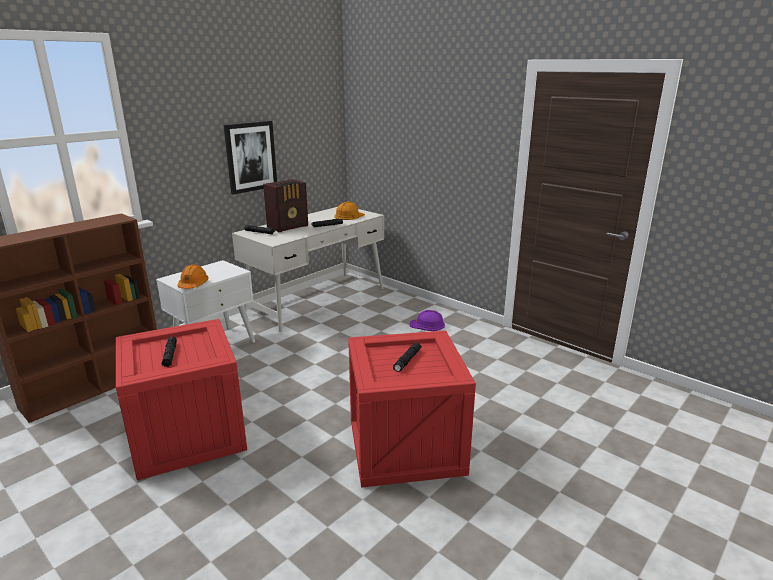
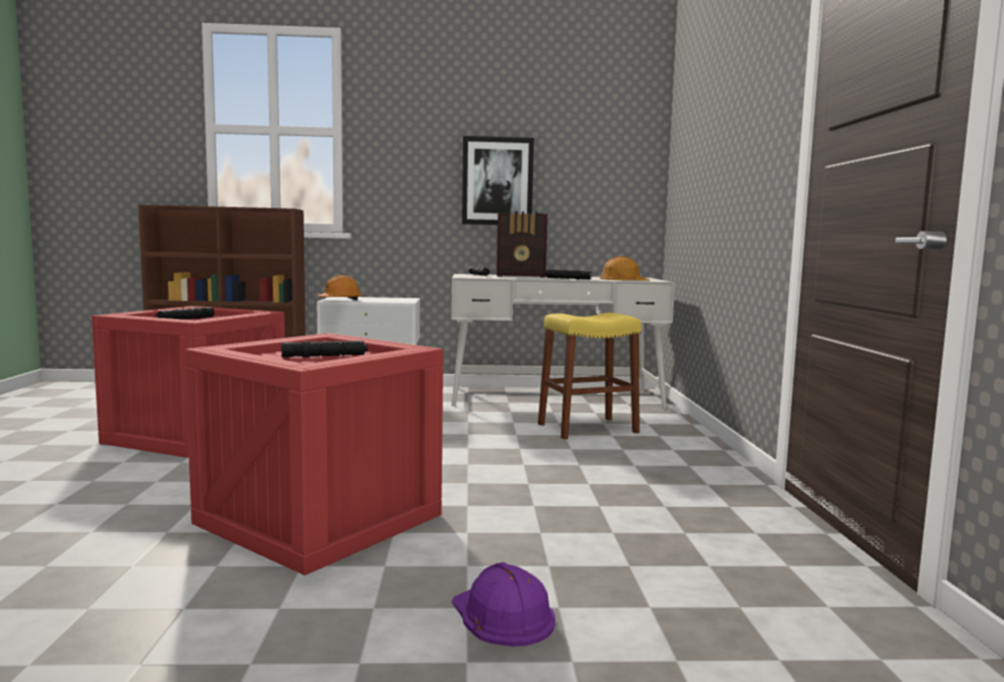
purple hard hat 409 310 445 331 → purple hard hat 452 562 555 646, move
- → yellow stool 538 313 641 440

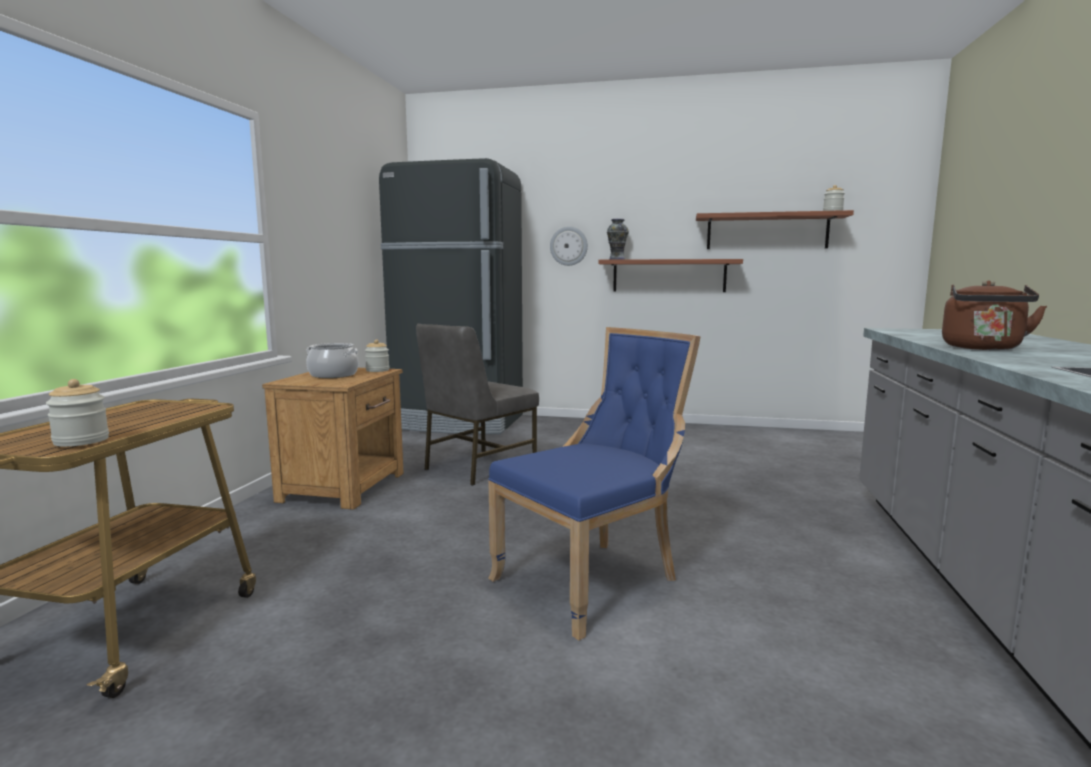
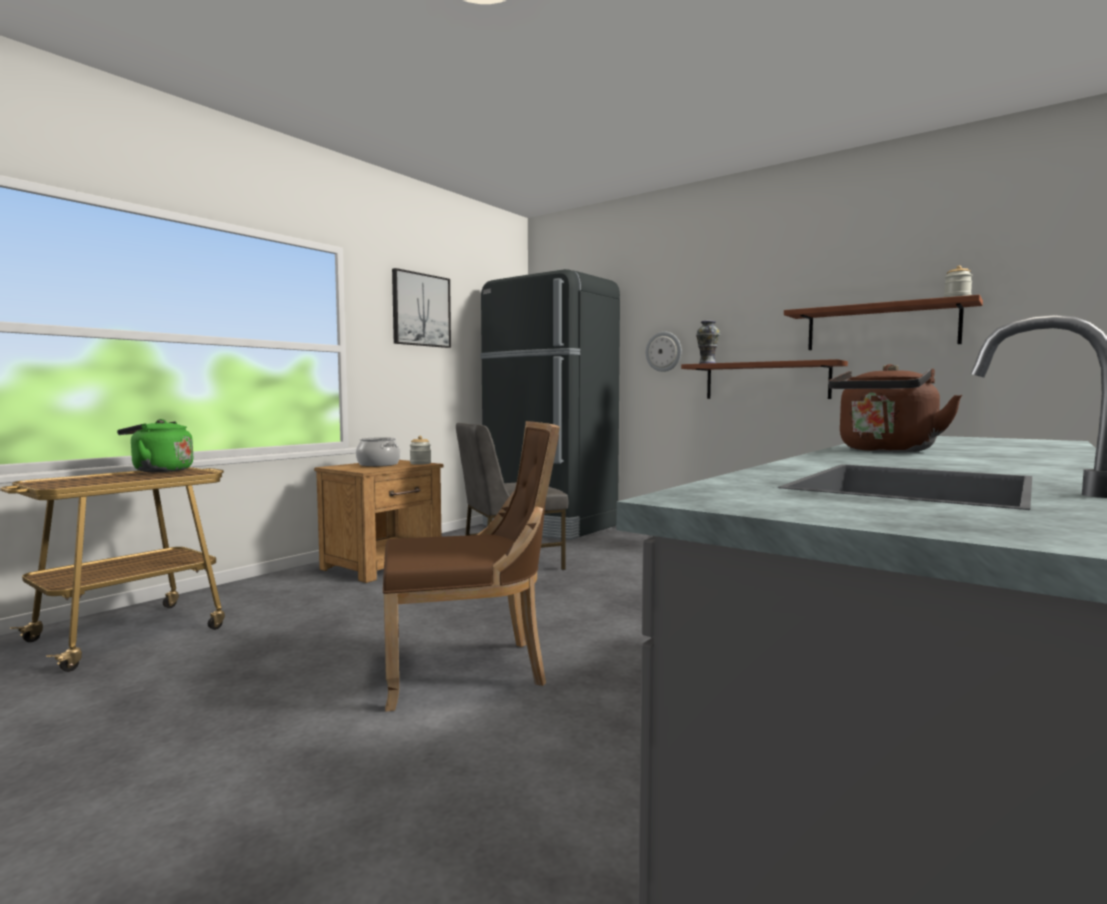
blue chair 488 327 701 640 → brown chair 383 421 560 712
jar 46 379 109 447 → -
- → picture 392 268 451 348
- → green kettle 117 419 193 472

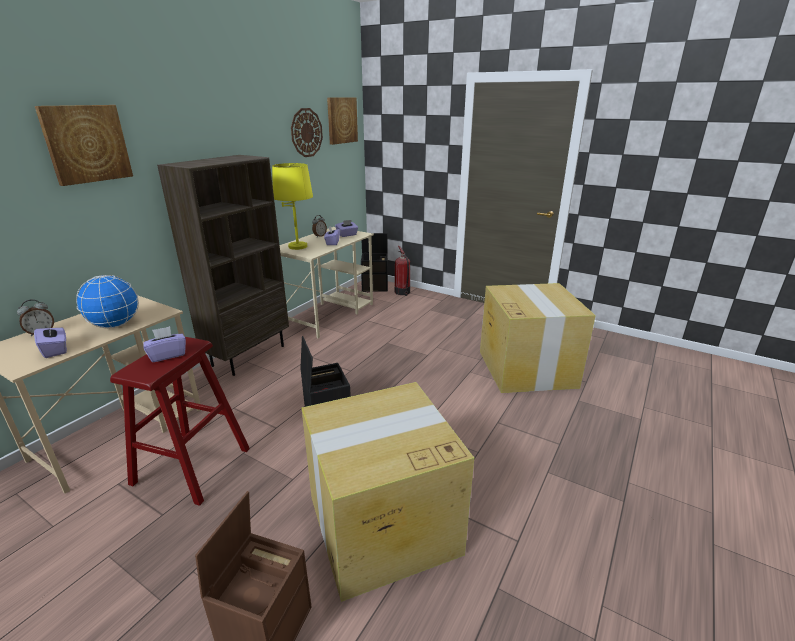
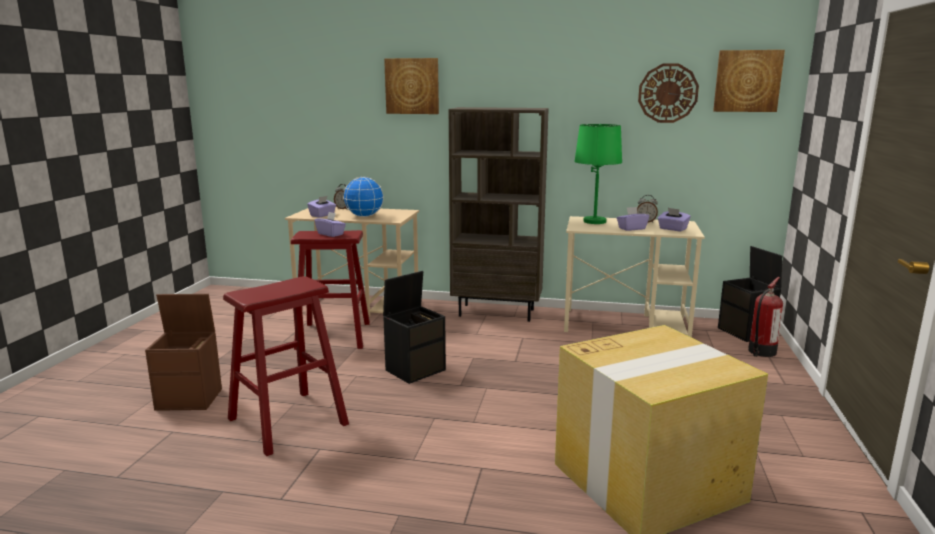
yellow table lamp 272 163 313 250 → green table lamp 574 124 622 224
cardboard box 301 382 474 602 → red stool 223 276 349 456

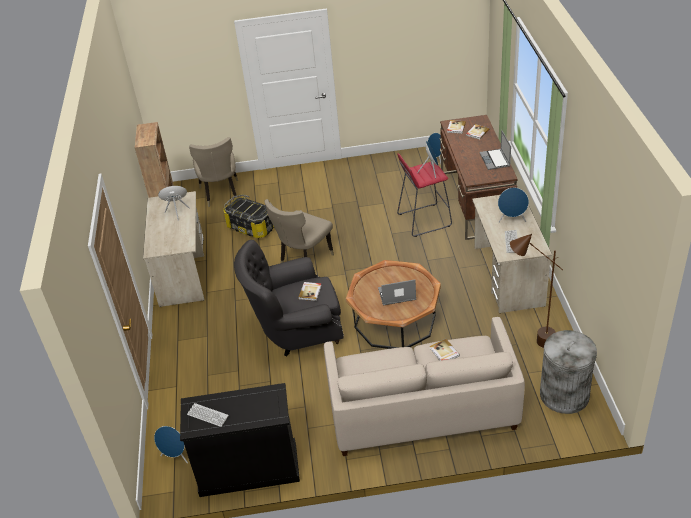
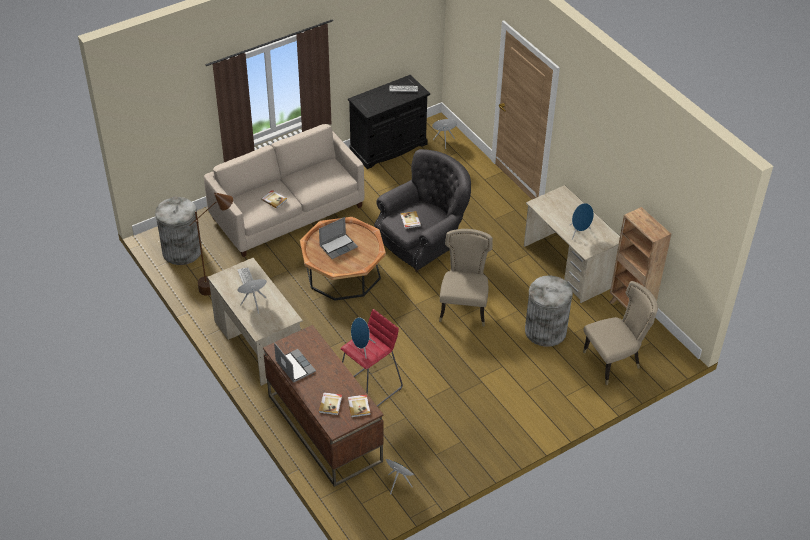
beige chair 189 137 238 207 → beige chair 583 281 658 385, 105 degrees clockwise
storage box 223 194 274 238 → grey trash can 525 276 573 347

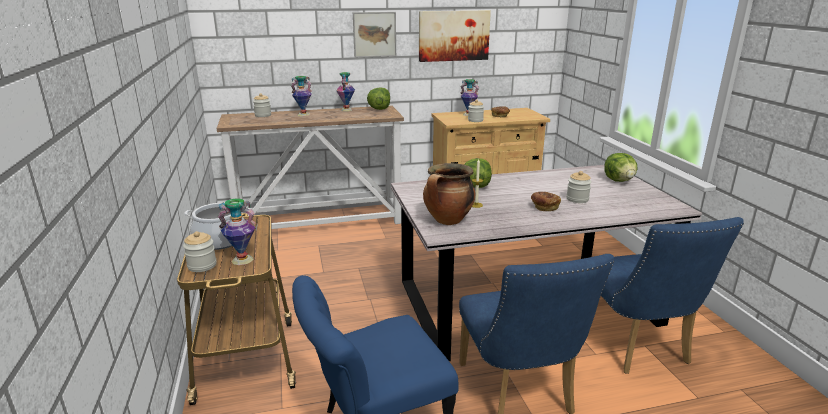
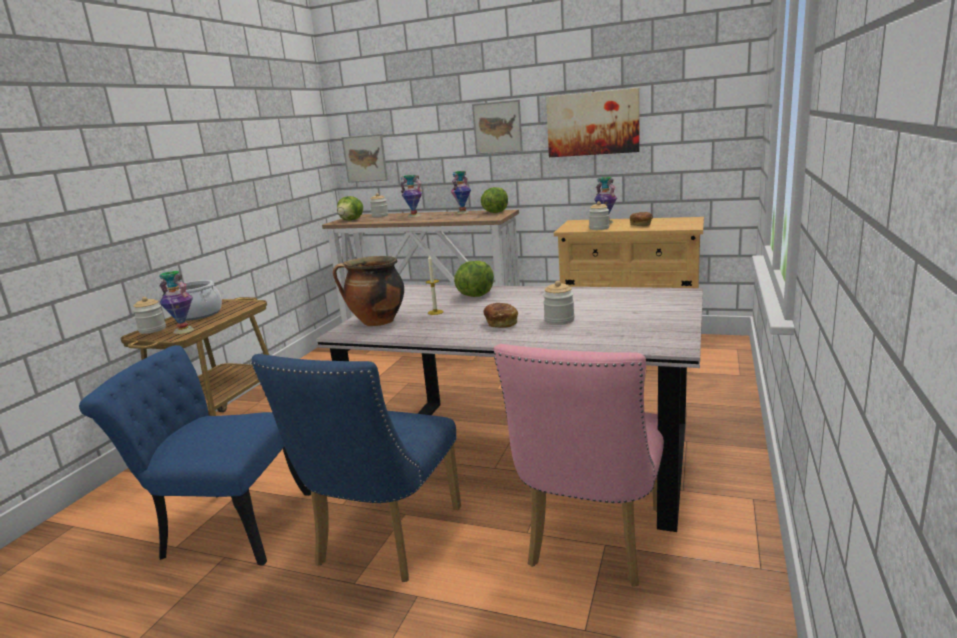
lettuce 604 153 637 182 → lettuce 337 196 363 220, move
blue chair 601 217 744 374 → pink chair 494 344 664 587
- → picture 342 134 388 183

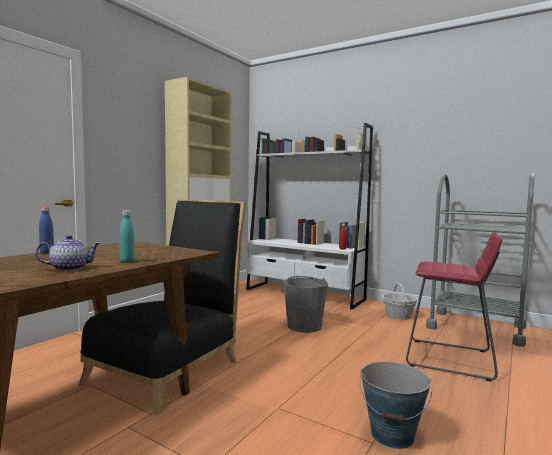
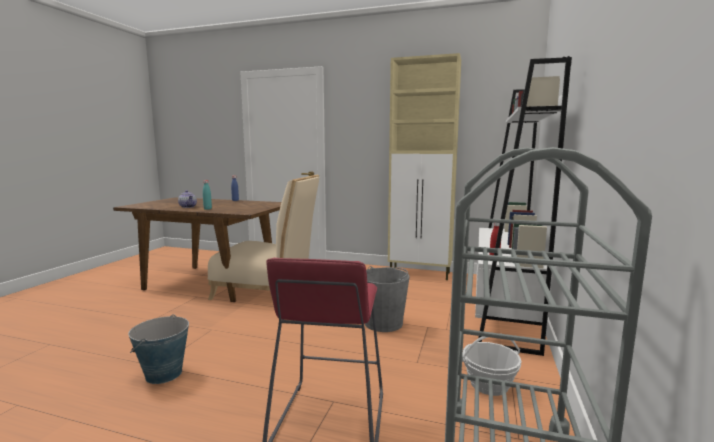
black chair 78 199 246 415 → beige chair 208 175 319 300

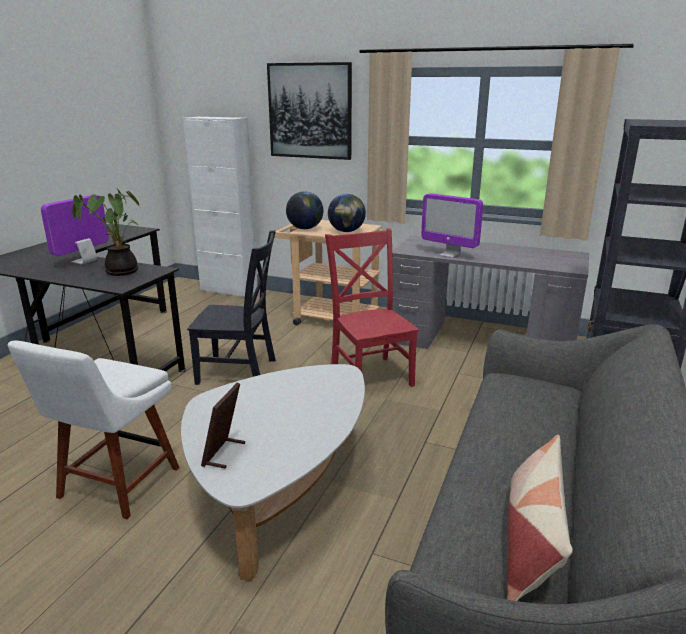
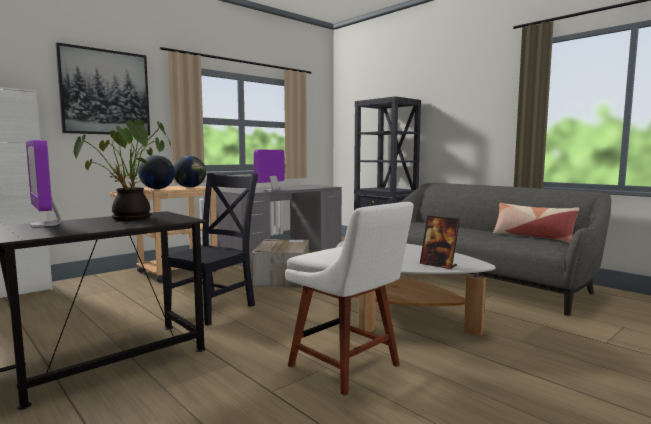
monitor 421 193 483 258 → monitor 254 150 285 191, 150 degrees clockwise
red chair 325 228 419 387 → cardboard box 251 239 309 288

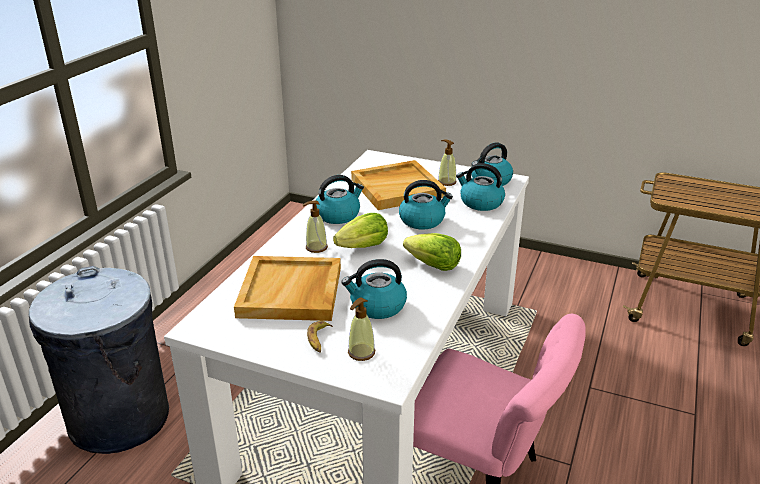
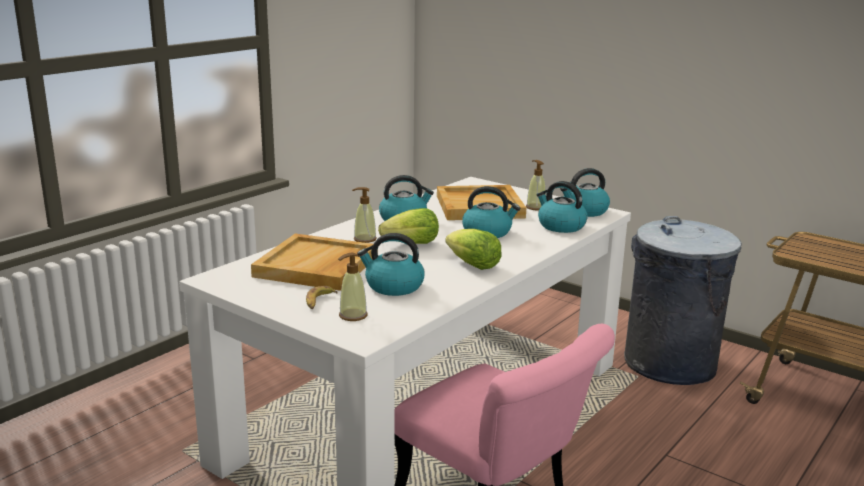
grey trash can 29 266 169 454 → grey trash can 624 216 742 385, move

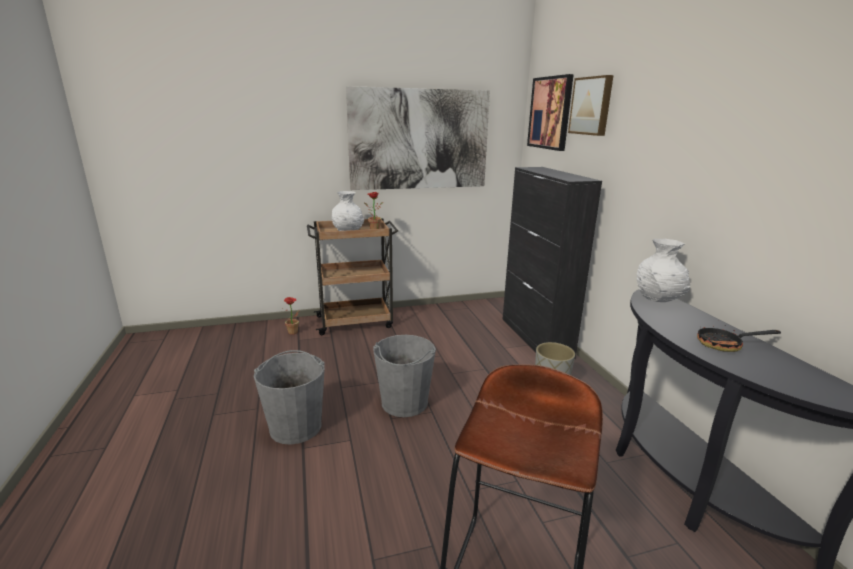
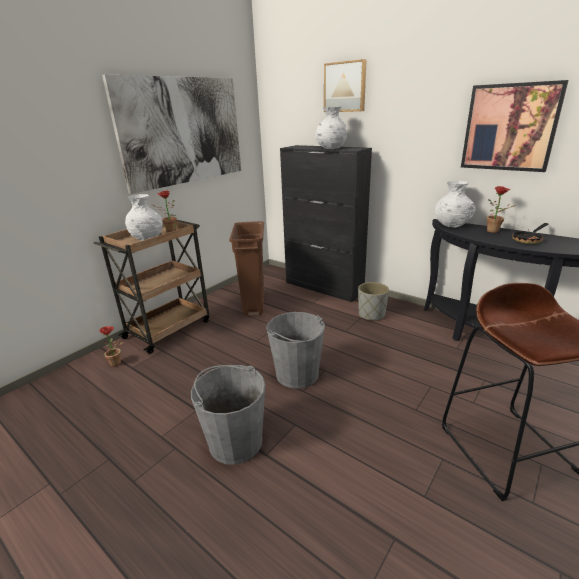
picture 527 74 574 151 → picture 461 80 569 172, move
- → white vase 315 107 347 149
- → potted plant 486 186 516 233
- → brown trash can 229 221 264 316

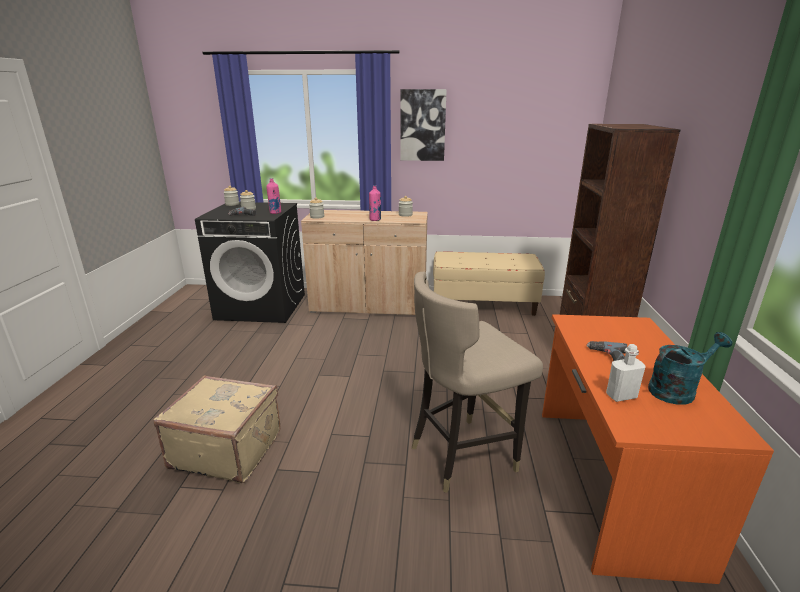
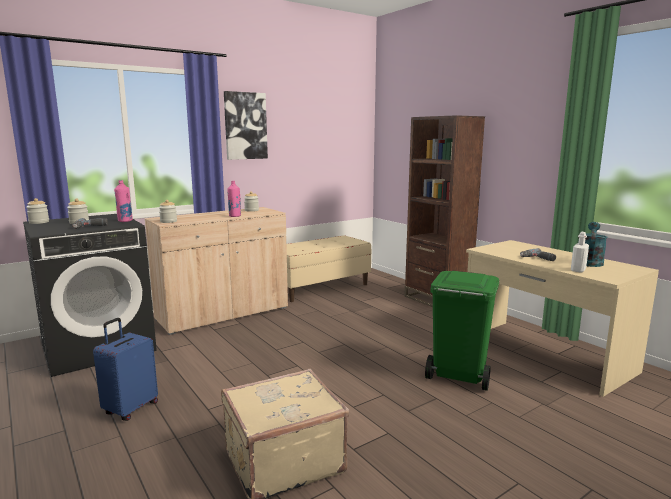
beige stool 412 272 543 493 → green trash can 425 271 499 391
orange desk 542 314 774 584 → beige desk 466 240 659 397
- → blue suitcase 93 318 158 421

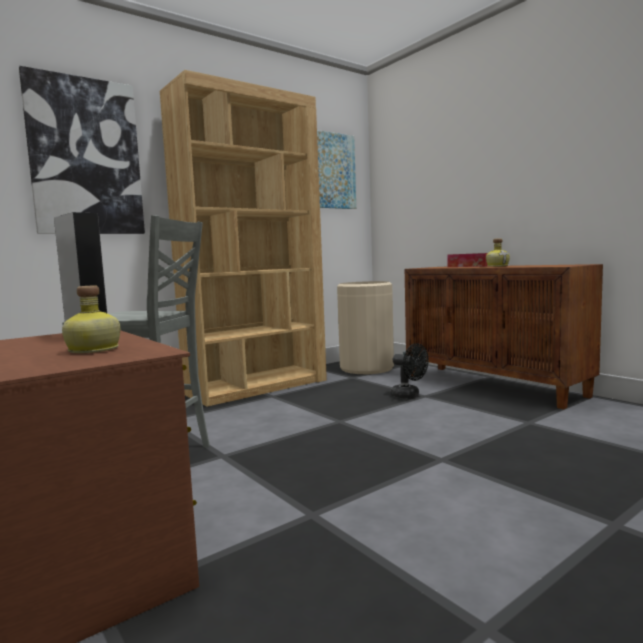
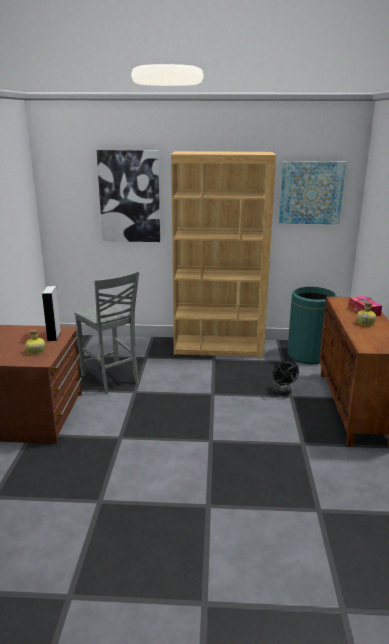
beige trash can 337 281 394 374 → green trash can 287 287 337 364

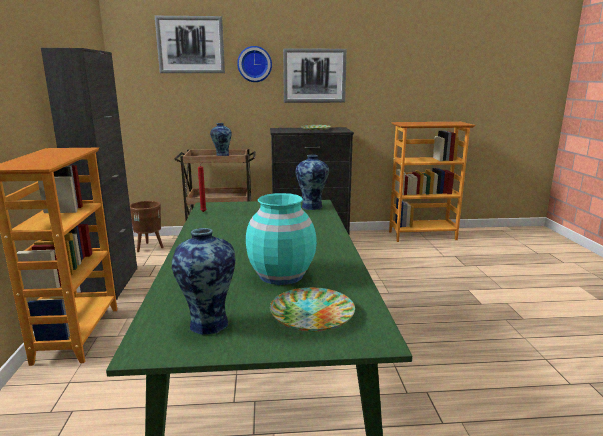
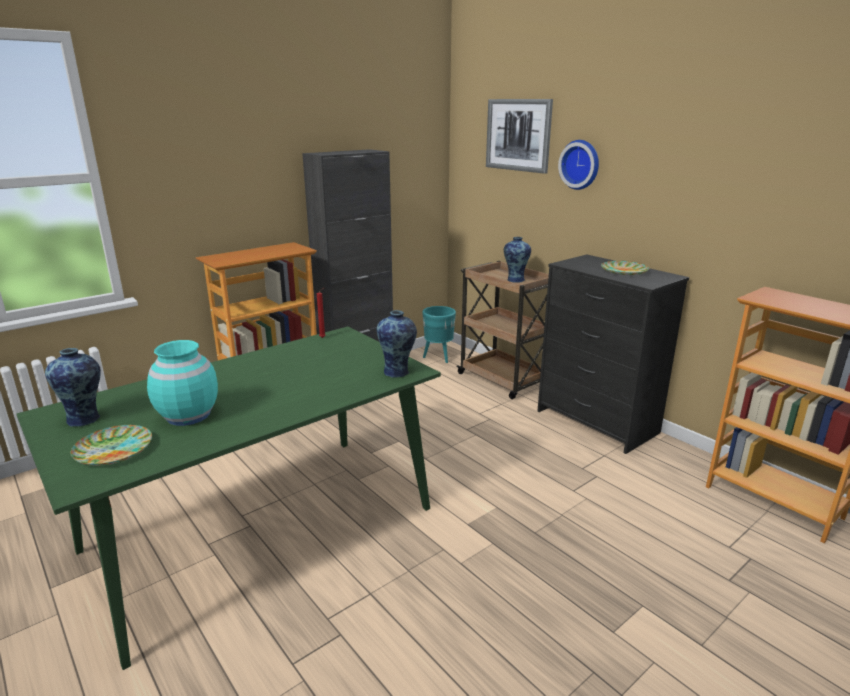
picture 283 48 347 103 → -
brown planter 130 201 164 252 → turquoise planter 422 306 456 363

